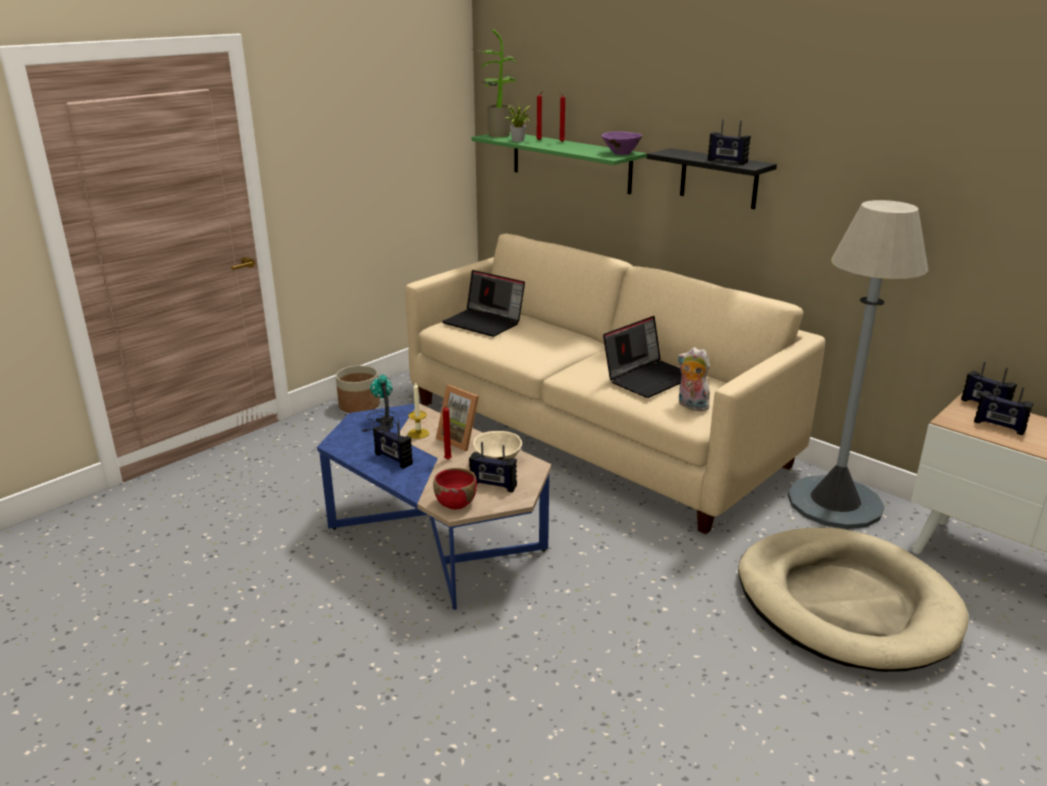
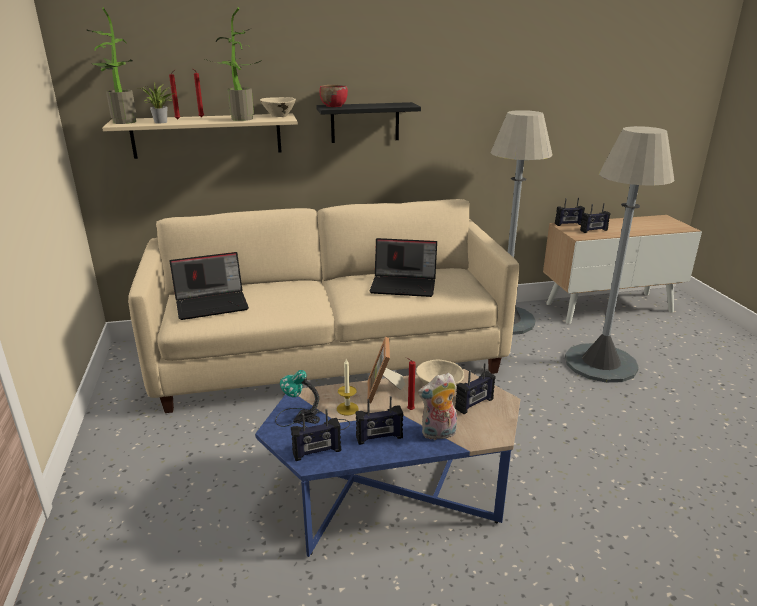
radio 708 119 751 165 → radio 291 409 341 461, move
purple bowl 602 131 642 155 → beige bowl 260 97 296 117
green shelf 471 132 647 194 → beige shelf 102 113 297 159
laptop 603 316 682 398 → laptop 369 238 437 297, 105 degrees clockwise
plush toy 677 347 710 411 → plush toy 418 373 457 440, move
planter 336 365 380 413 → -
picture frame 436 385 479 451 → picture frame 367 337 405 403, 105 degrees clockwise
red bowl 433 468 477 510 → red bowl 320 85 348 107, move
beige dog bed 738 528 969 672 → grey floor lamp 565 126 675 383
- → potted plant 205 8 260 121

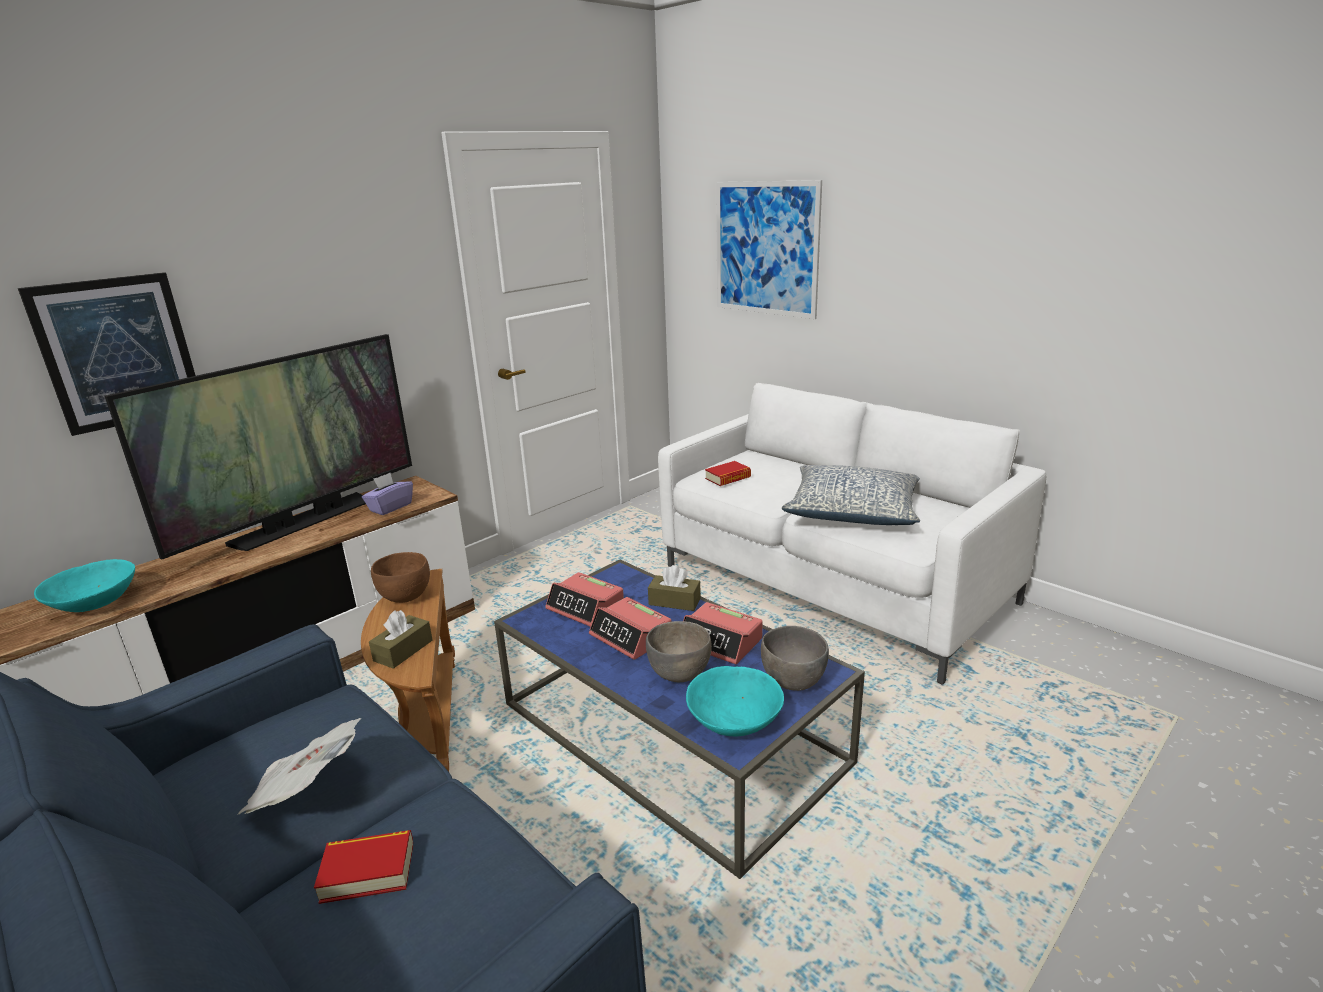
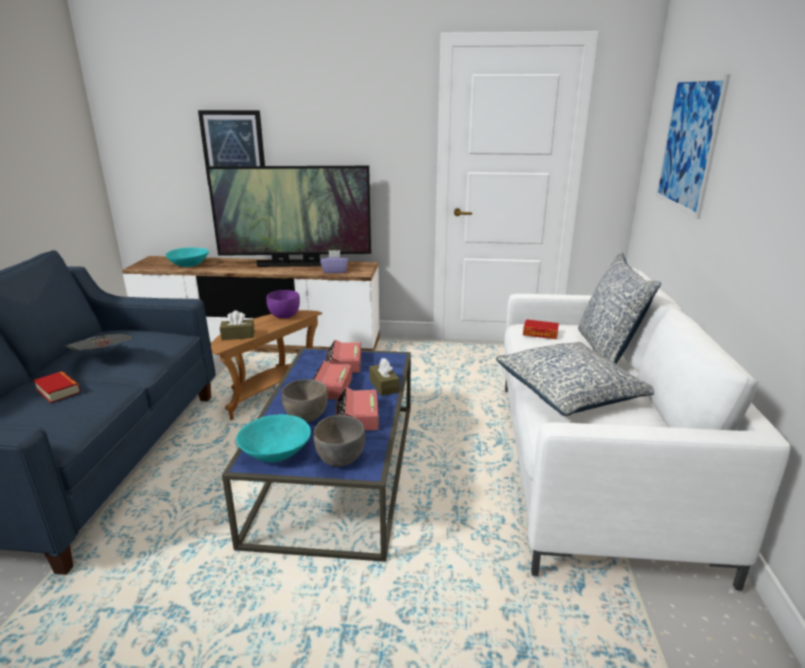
brown bowl 371 552 430 603 → purple bowl 266 290 300 319
- → pillow 578 252 661 364

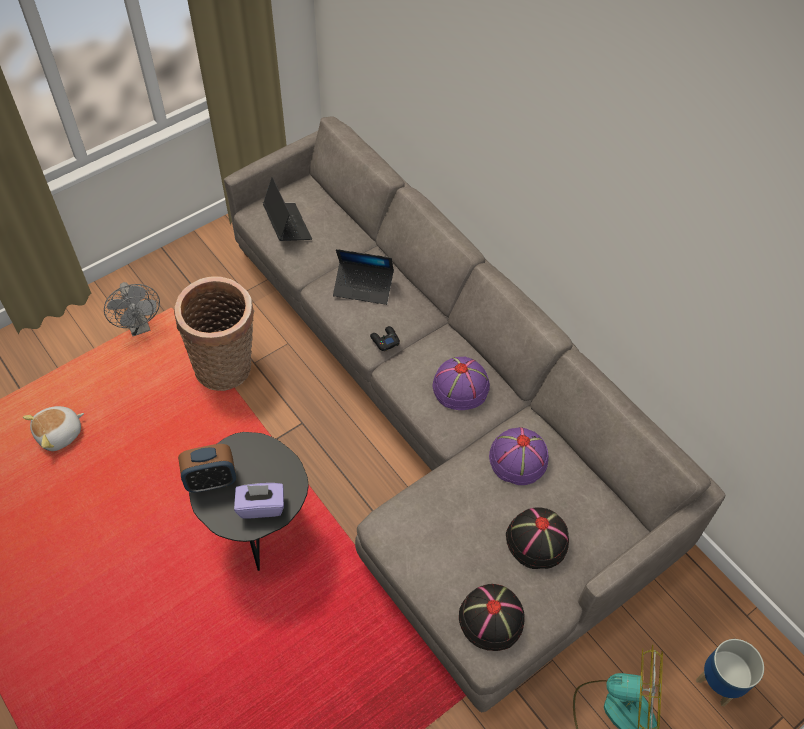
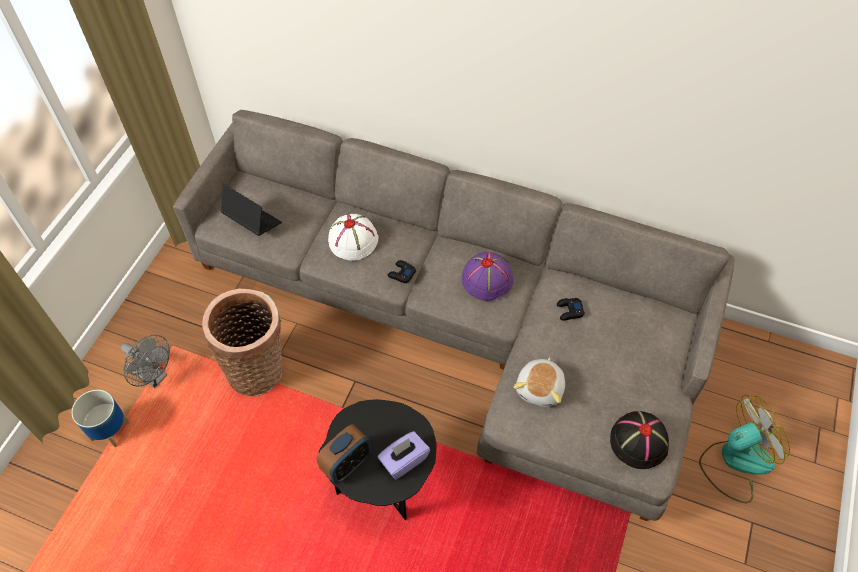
laptop 333 249 394 305 → white hat 328 214 378 260
plush toy 23 406 84 451 → plush toy 514 357 565 407, move
purple hat 489 427 549 485 → black game controller 557 298 585 320
black hat 506 507 569 569 → -
planter 696 639 764 706 → planter 72 390 130 447, move

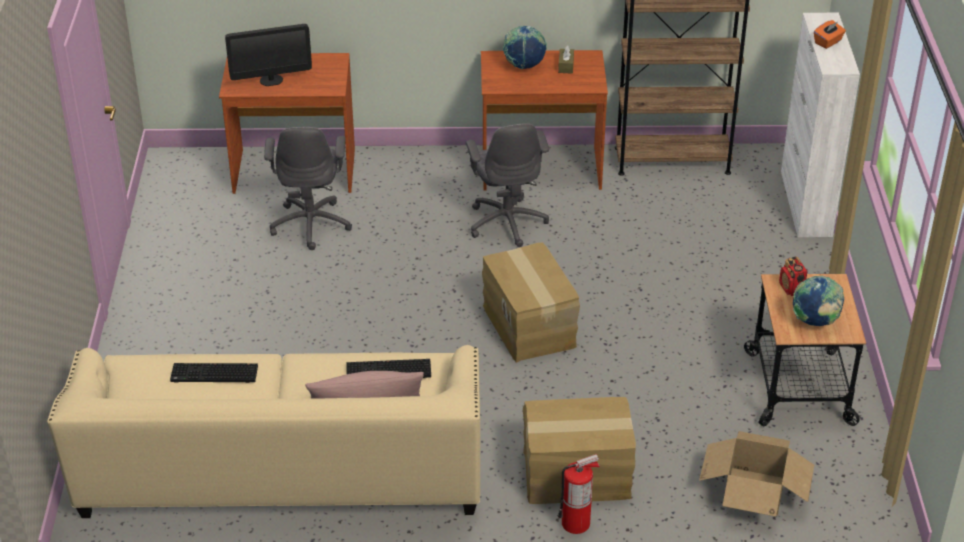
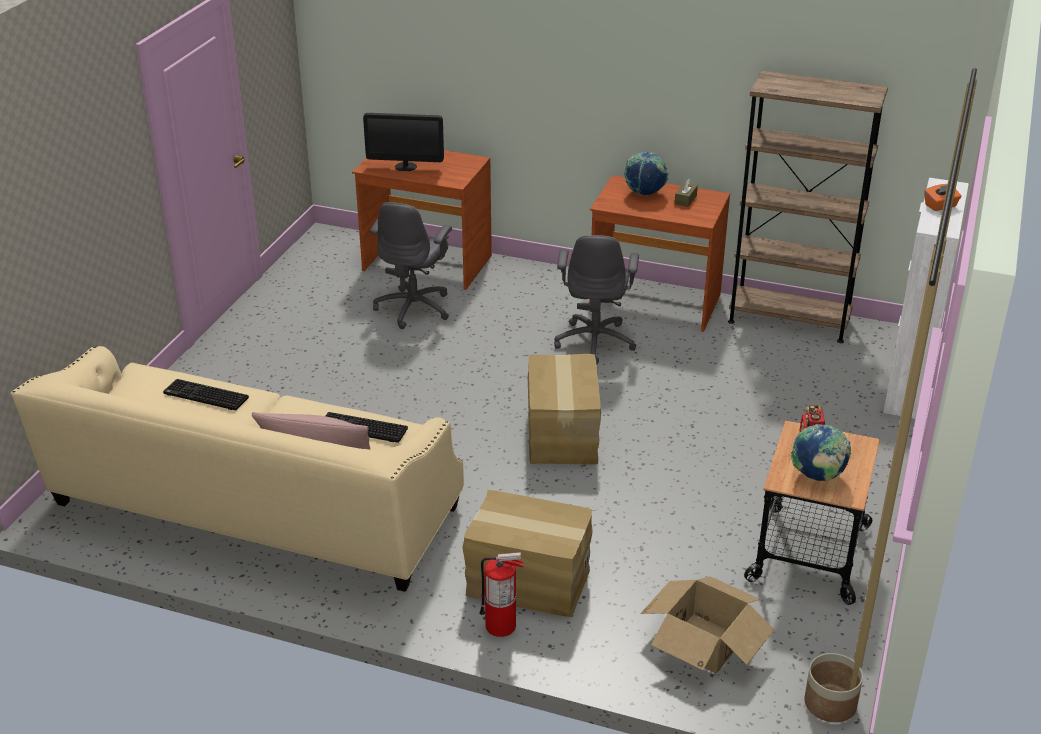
- → planter 804 653 863 722

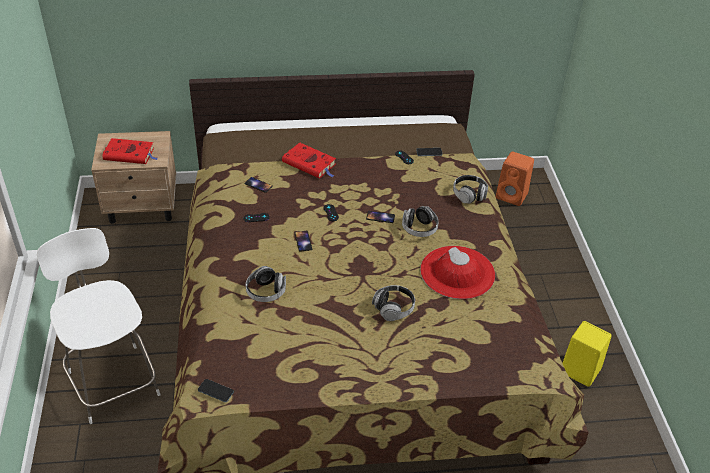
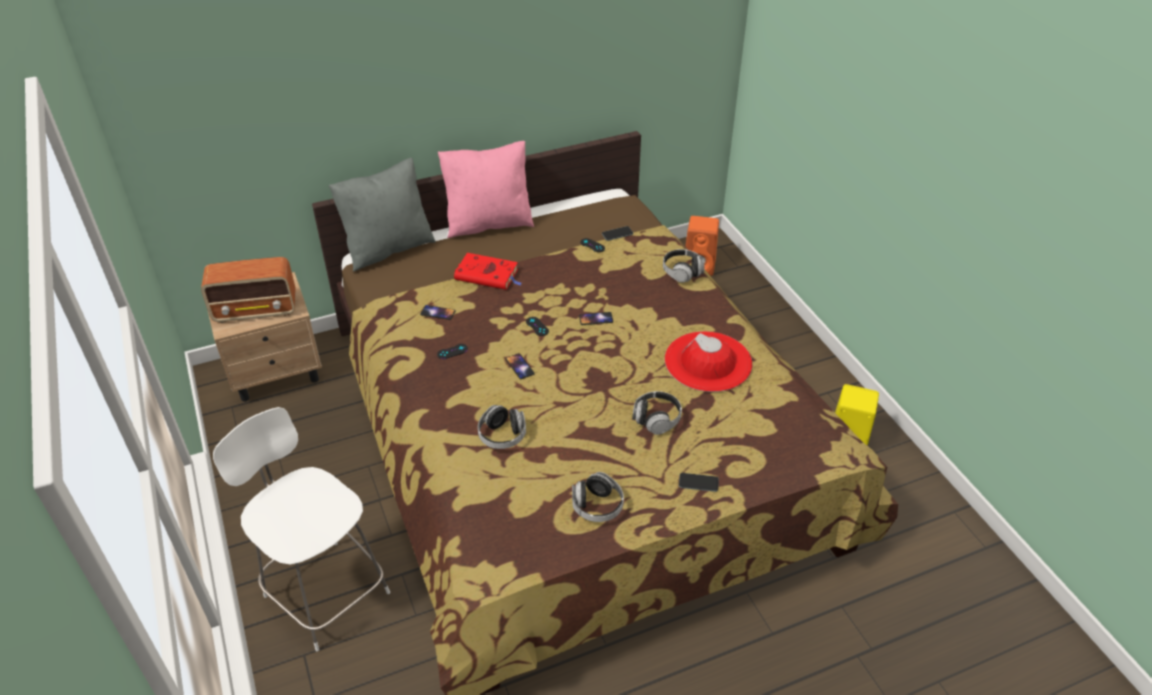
red book 103 138 158 164 → radio 201 257 295 323
headphones 402 206 439 237 → headphones 572 472 624 522, move
phone 198 379 234 402 → phone 679 473 719 492, move
- → pink pillow 438 141 534 238
- → grey pillow 329 158 436 271

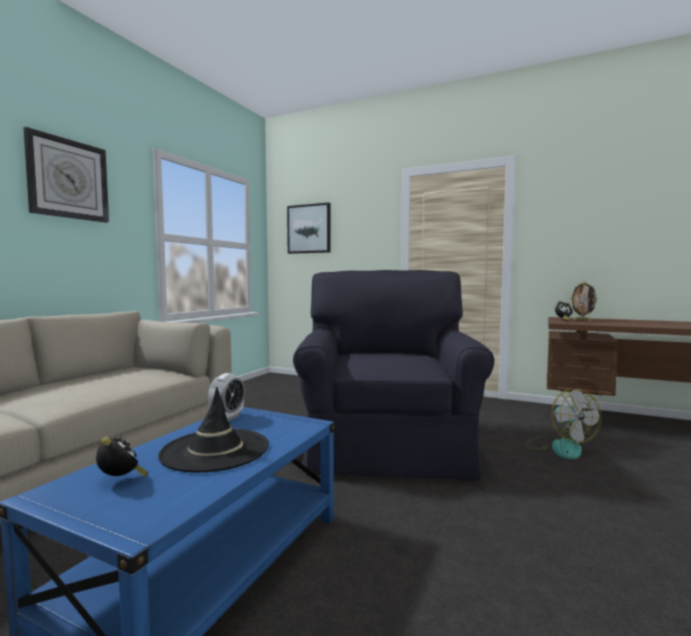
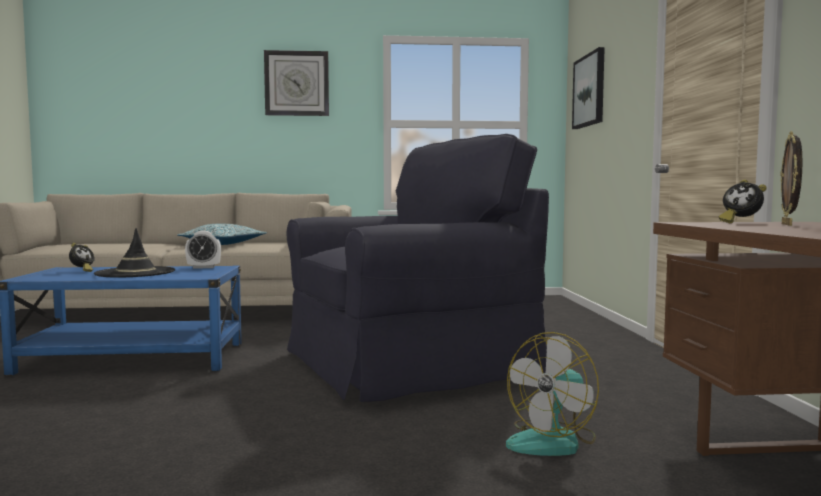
- → pillow 177 224 267 245

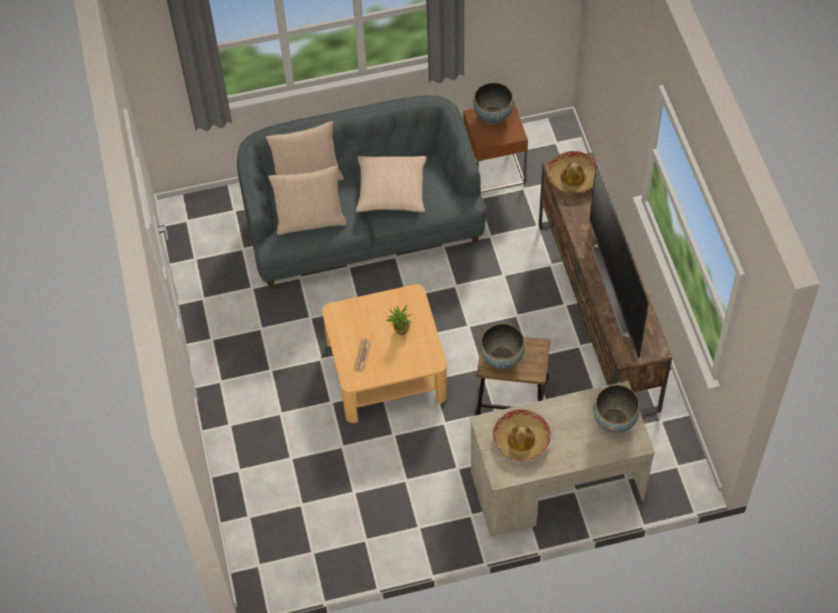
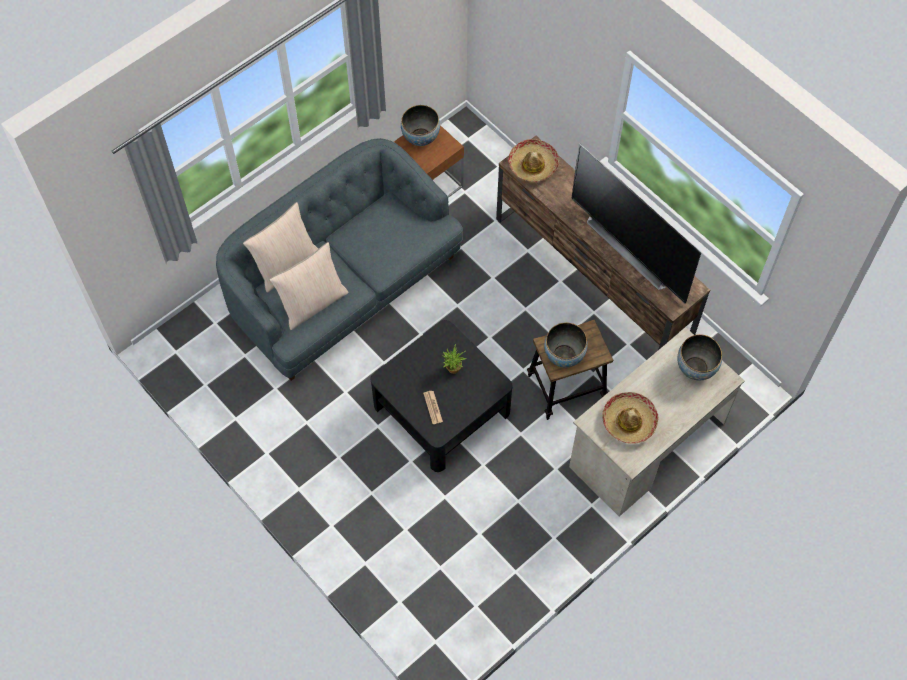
beige pillow 356 156 427 212 → -
beige coffee table 322 284 447 423 → black coffee table 371 320 513 472

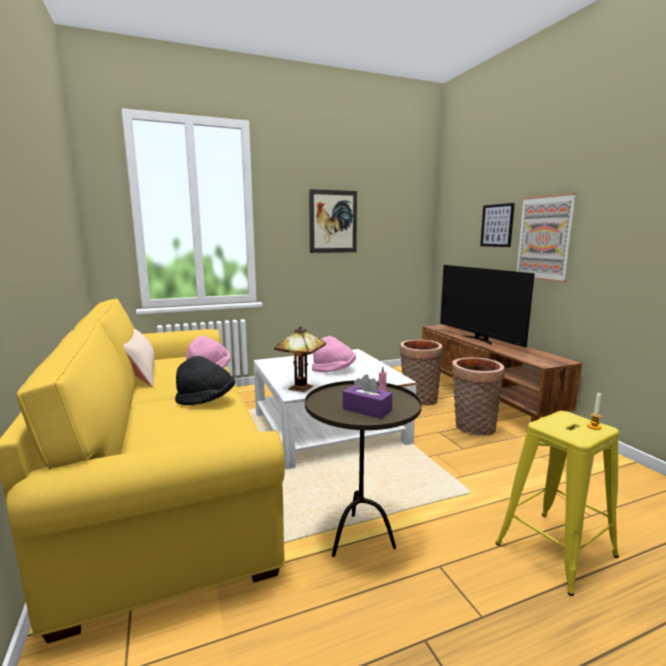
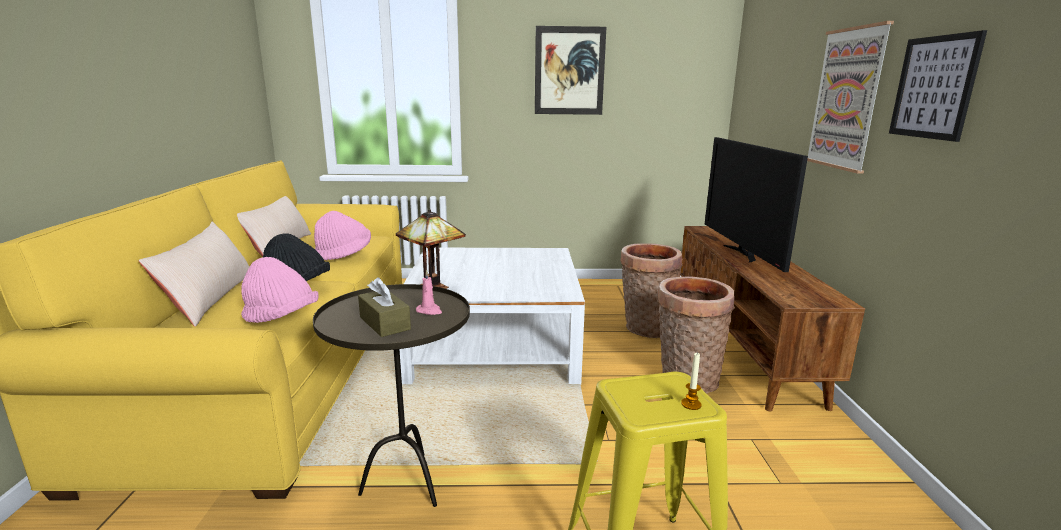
picture 480 203 515 247 → picture 889 30 987 142, move
pink hat 312 336 356 372 → pink hat 241 257 319 323, move
purple tissue box 343 374 393 419 → brown tissue box 358 277 411 337
- → beige pillow 138 221 249 327

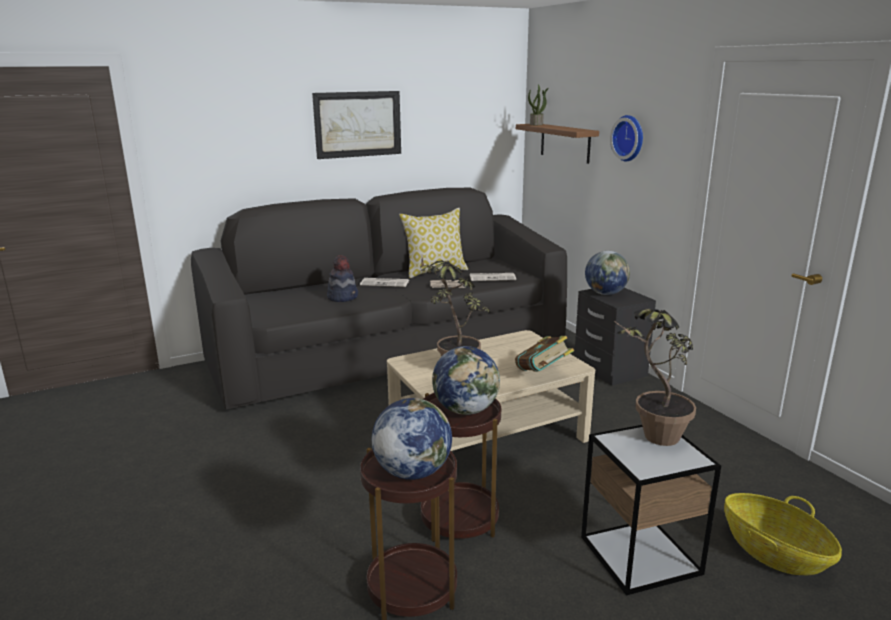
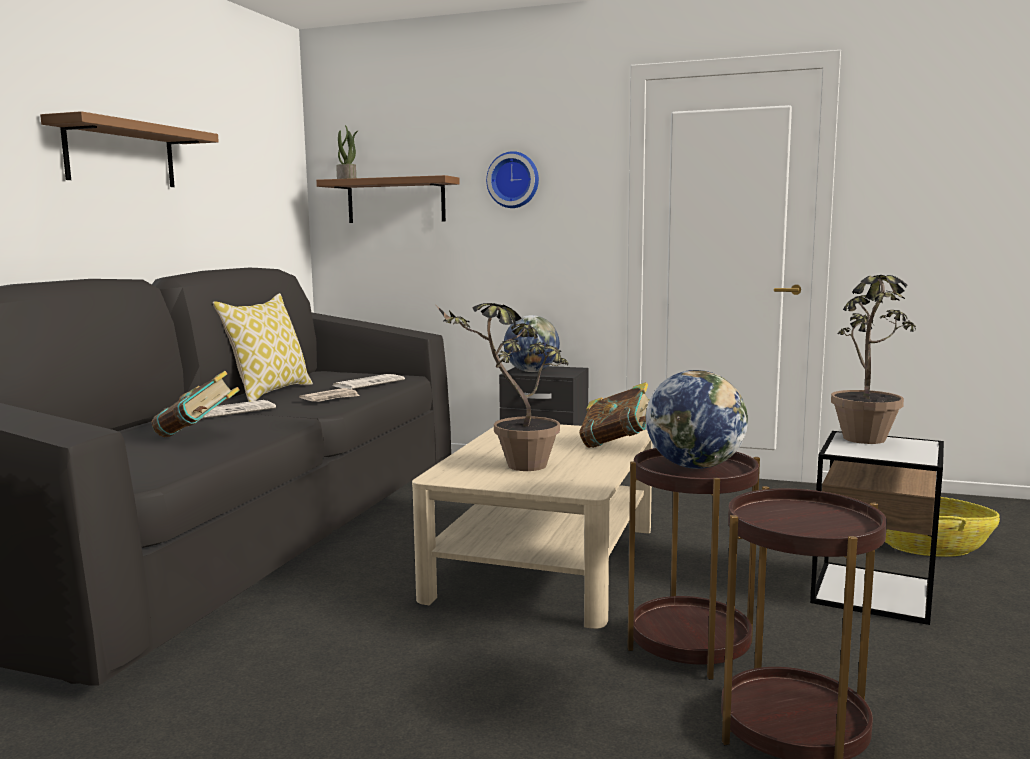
picture 312 91 401 159 → brown shelf 40 111 219 187
hat 327 255 358 302 → book 152 371 240 437
globe 372 398 452 480 → -

